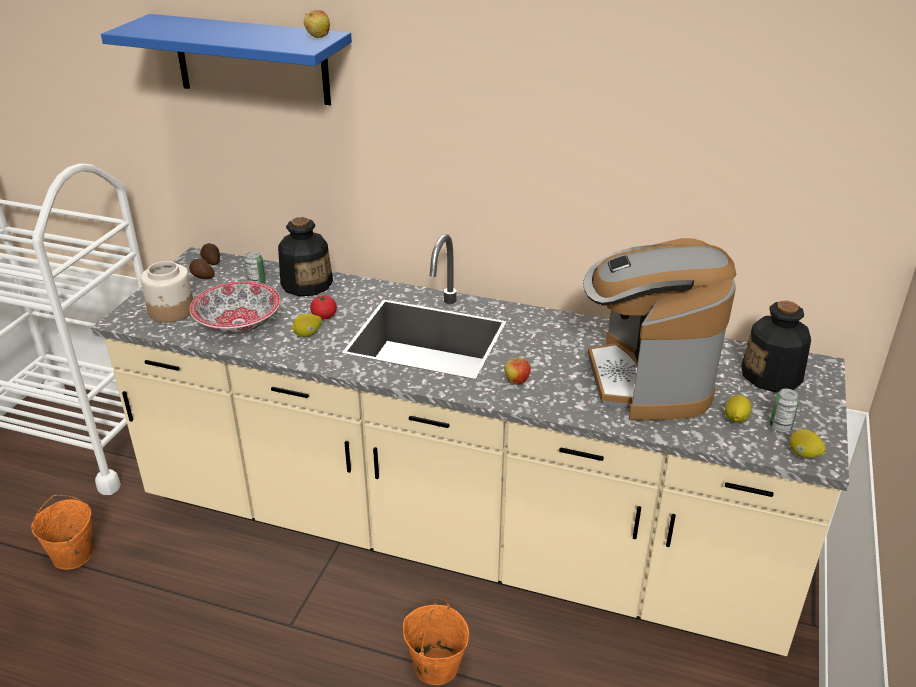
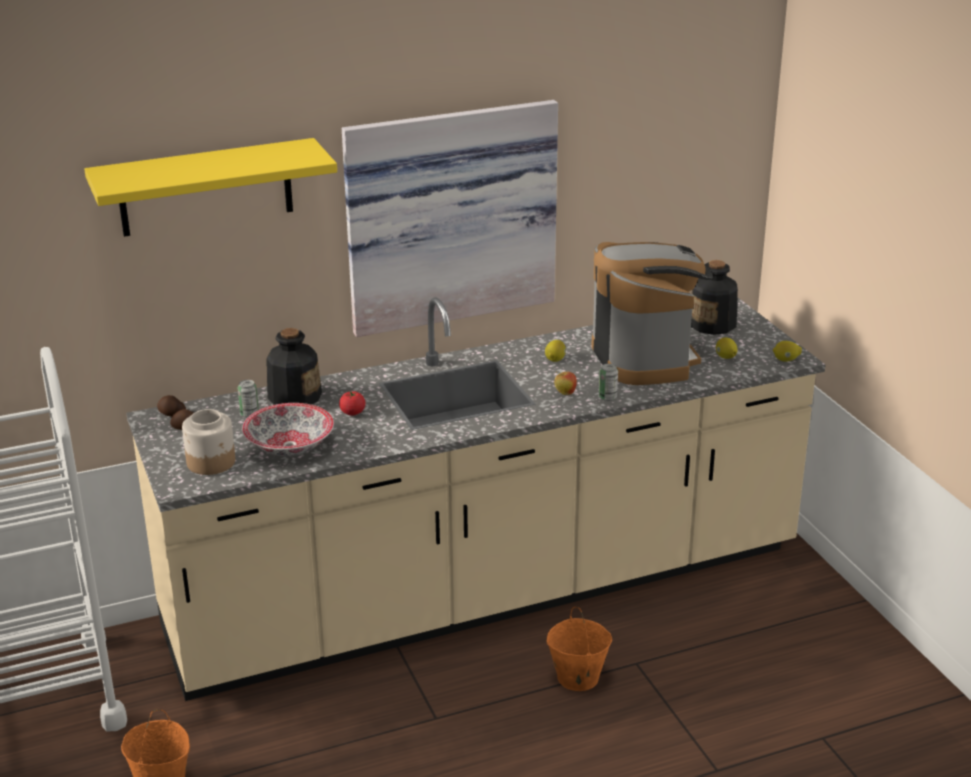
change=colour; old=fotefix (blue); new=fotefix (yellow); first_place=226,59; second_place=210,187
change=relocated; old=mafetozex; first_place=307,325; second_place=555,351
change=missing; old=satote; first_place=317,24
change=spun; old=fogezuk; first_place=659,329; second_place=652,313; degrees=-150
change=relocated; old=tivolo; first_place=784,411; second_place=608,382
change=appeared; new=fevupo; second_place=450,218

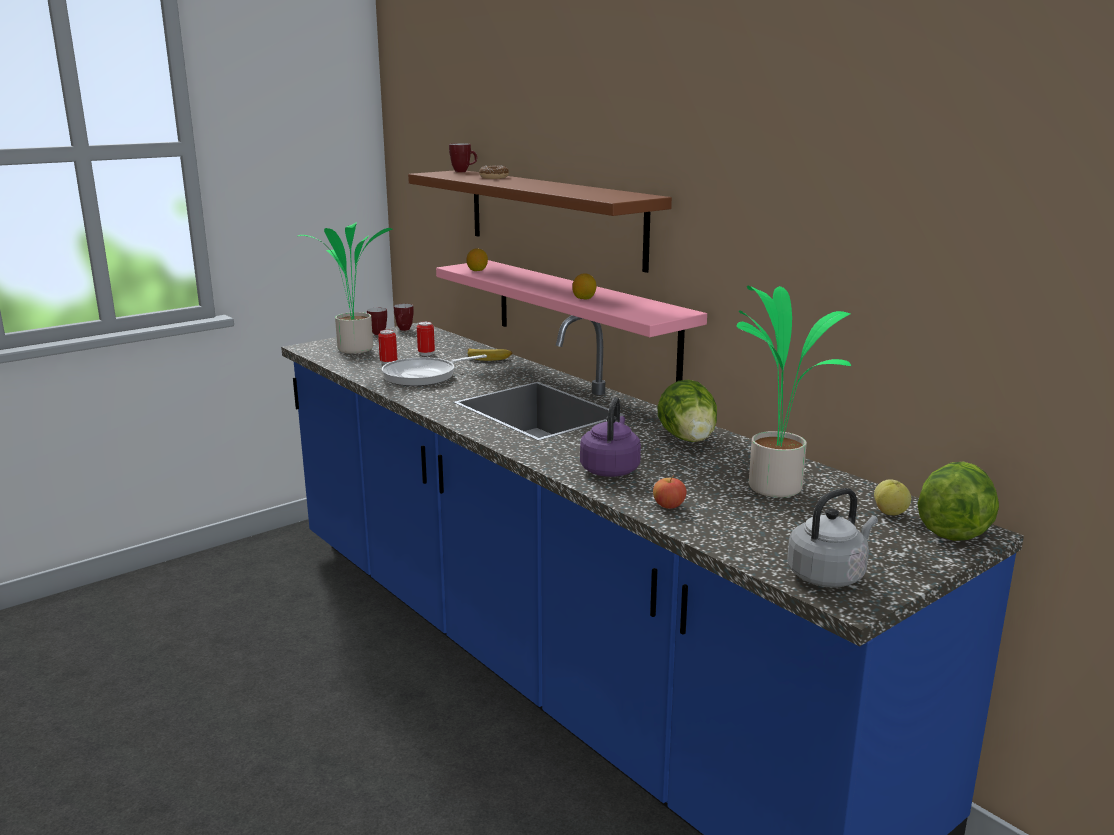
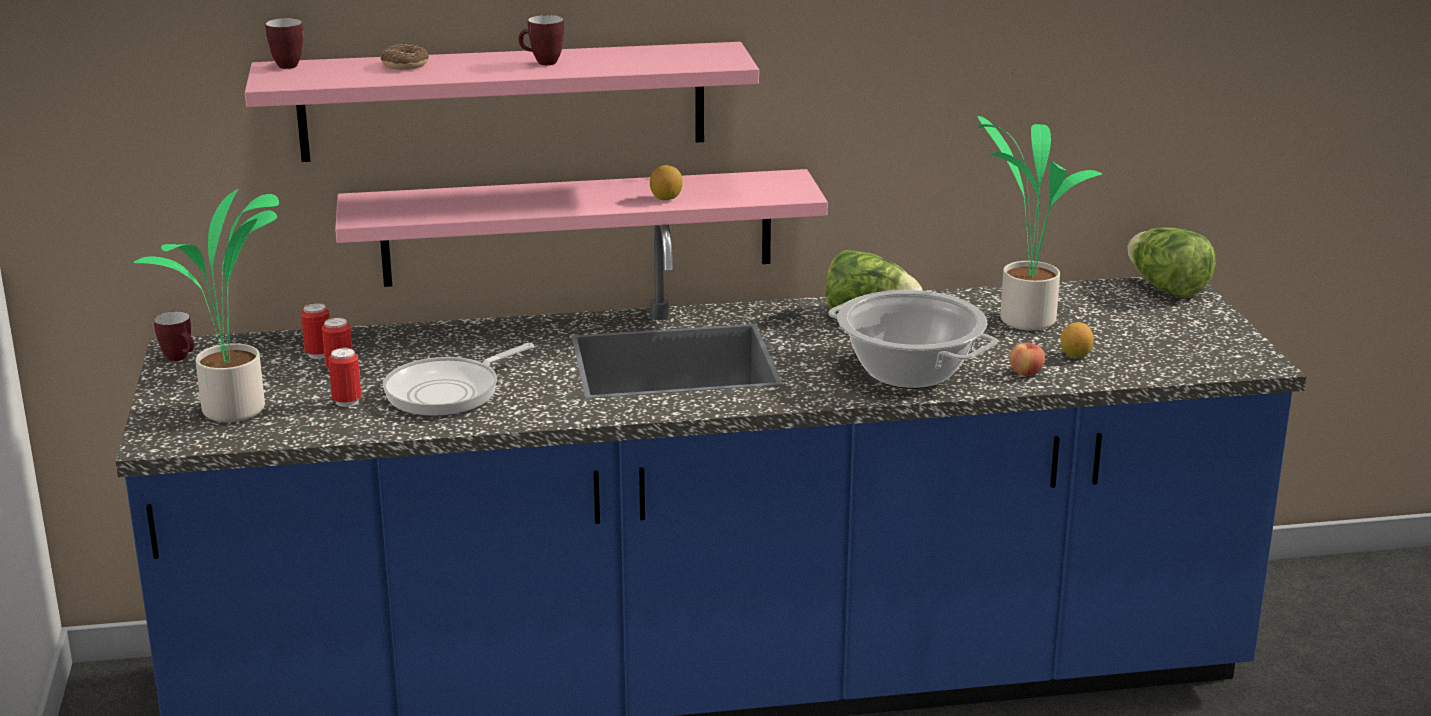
change=relocated; old=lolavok; first_place=377,321; second_place=541,40
change=spun; old=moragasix; first_place=434,370; second_place=458,379; degrees=45
change=colour; old=fotefix (brown); new=fotefix (pink); first_place=540,222; second_place=502,102
change=relocated; old=mafetozex; first_place=477,259; second_place=1077,340
change=missing; old=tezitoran; first_place=490,354
change=exchanged; old=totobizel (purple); new=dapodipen; first_place=610,437; second_place=913,339
change=missing; old=totobizel (grey); first_place=832,538
change=missing; old=satote; first_place=892,497
change=appeared; new=tivolo; second_place=315,331

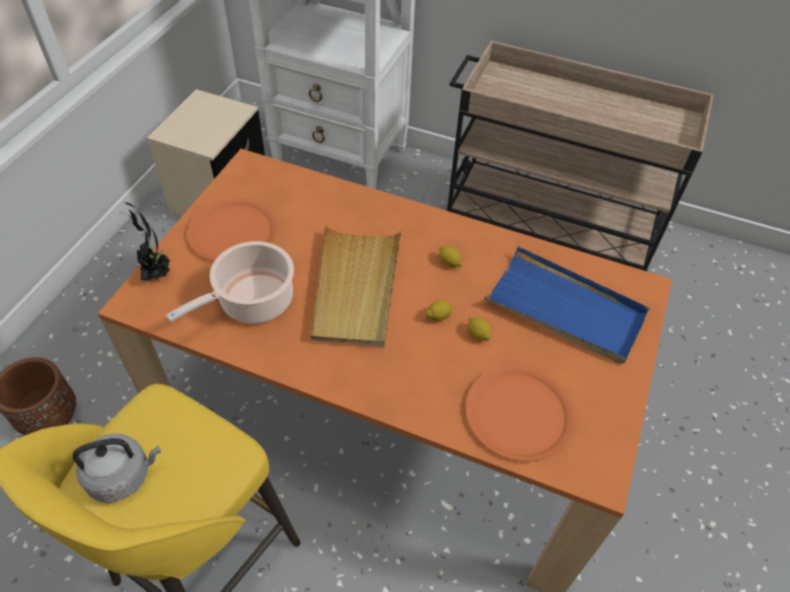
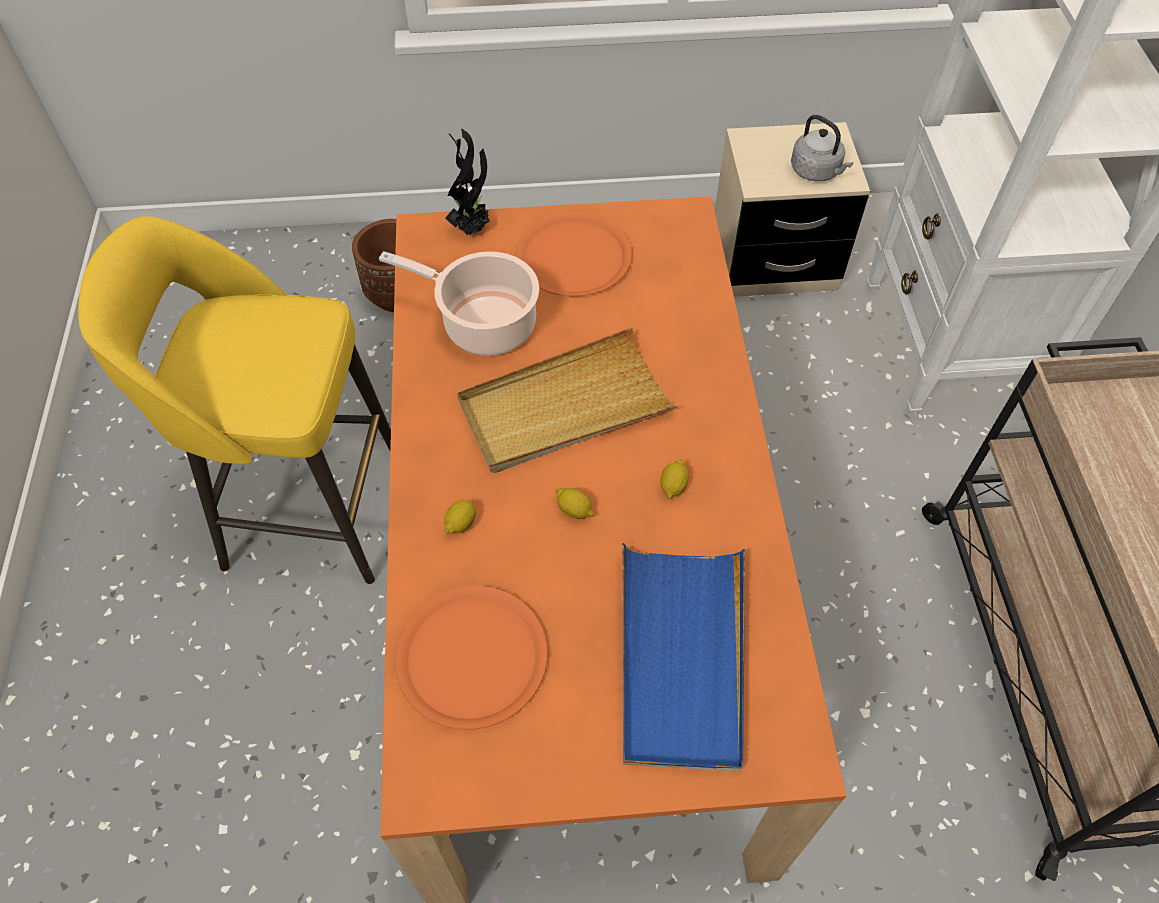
change=relocated; old=totobizel (grey); first_place=116,468; second_place=822,148
change=relocated; old=mafetozex; first_place=479,329; second_place=460,517

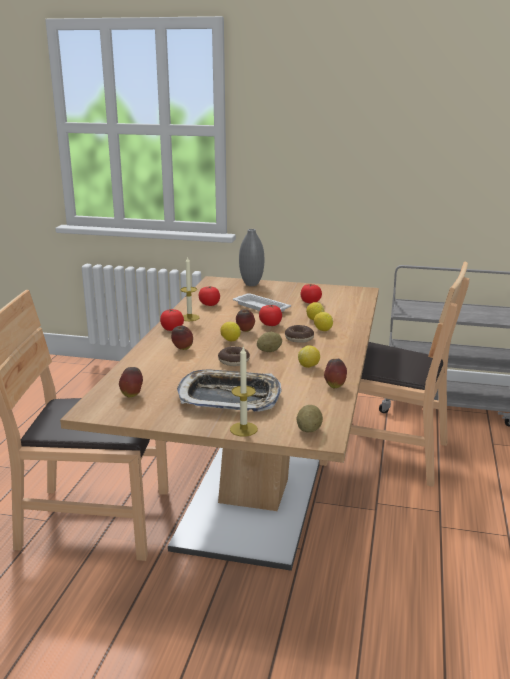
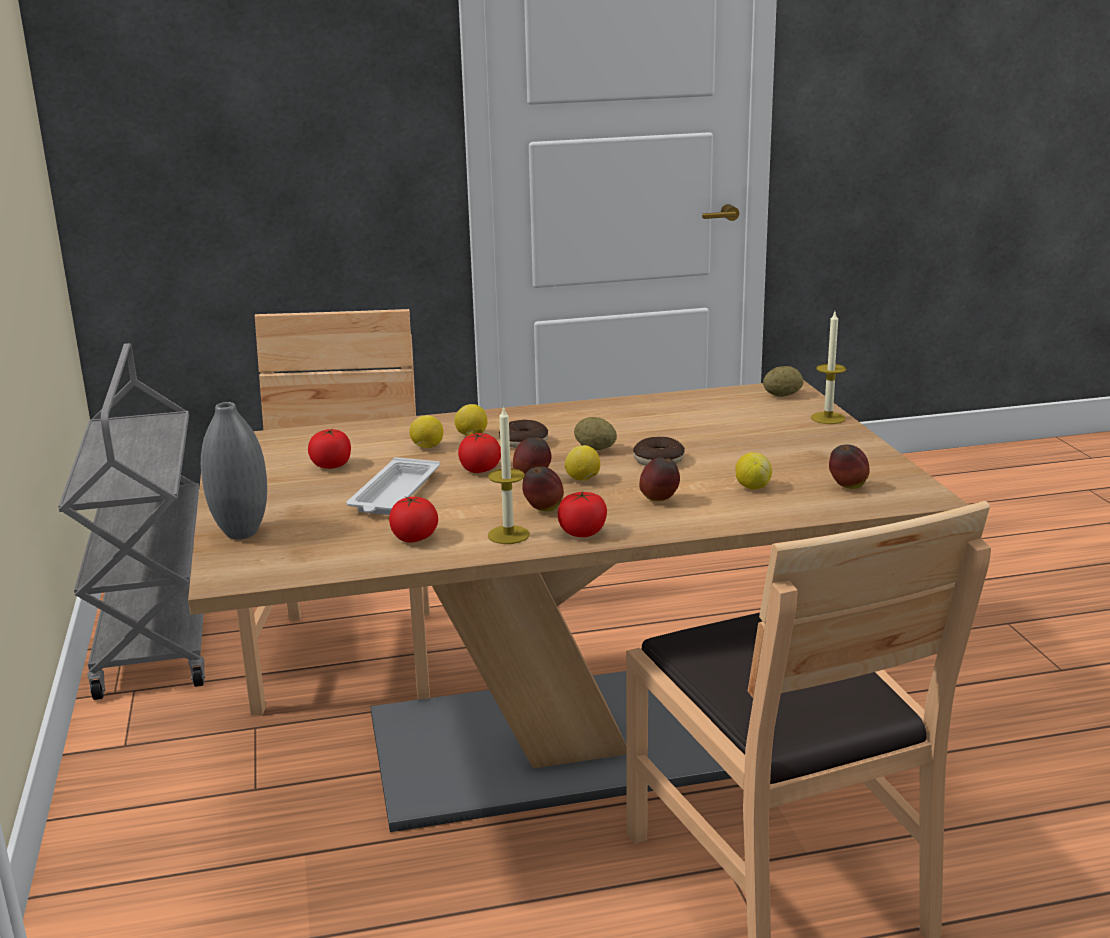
change=missing; old=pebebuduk; first_place=229,390
change=relocated; old=mafetozex; first_place=309,357; second_place=753,471
change=relocated; old=satote; first_place=335,373; second_place=543,488

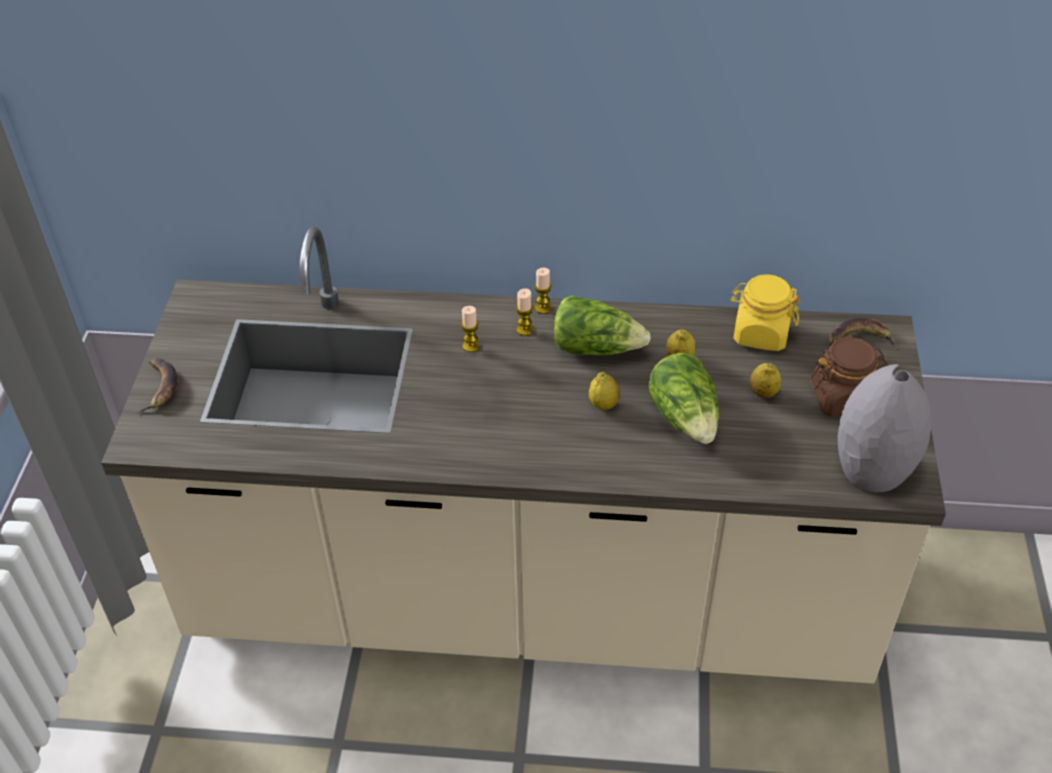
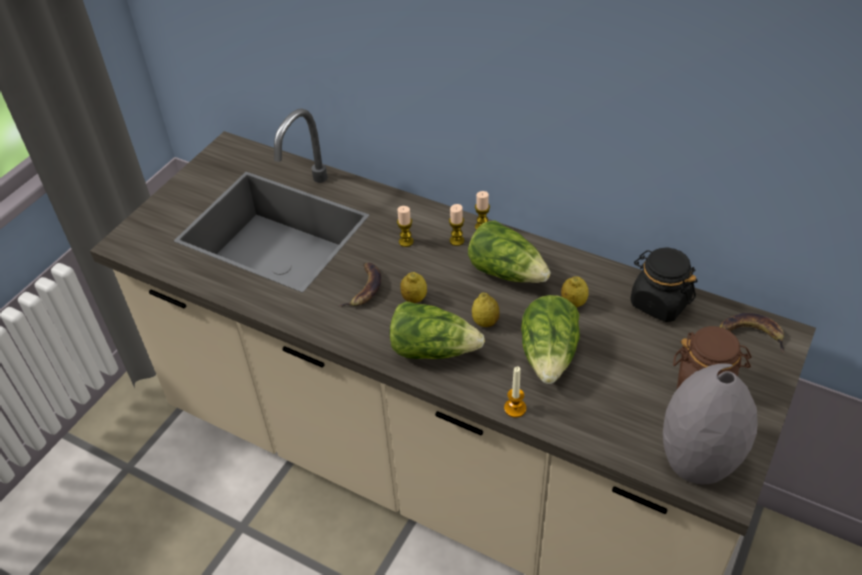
change=relocated; old=tezitoran; first_place=157,385; second_place=359,284
change=colour; old=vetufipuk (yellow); new=vetufipuk (black); first_place=765,312; second_place=663,285
change=relocated; old=mafetozex; first_place=765,380; second_place=413,287
change=appeared; new=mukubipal; second_place=437,330
change=appeared; new=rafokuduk; second_place=515,392

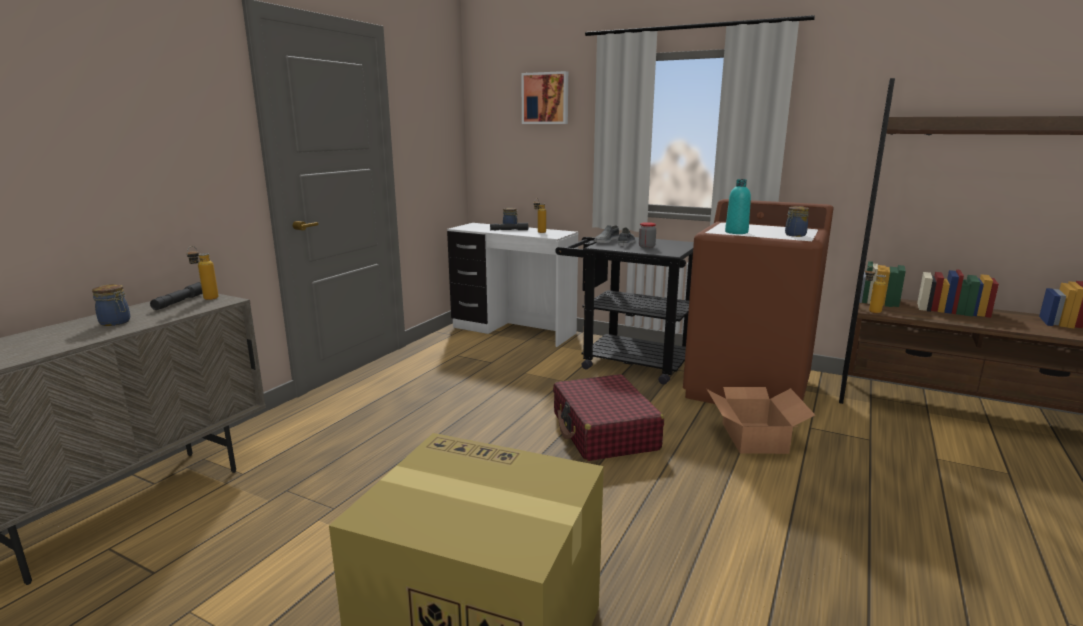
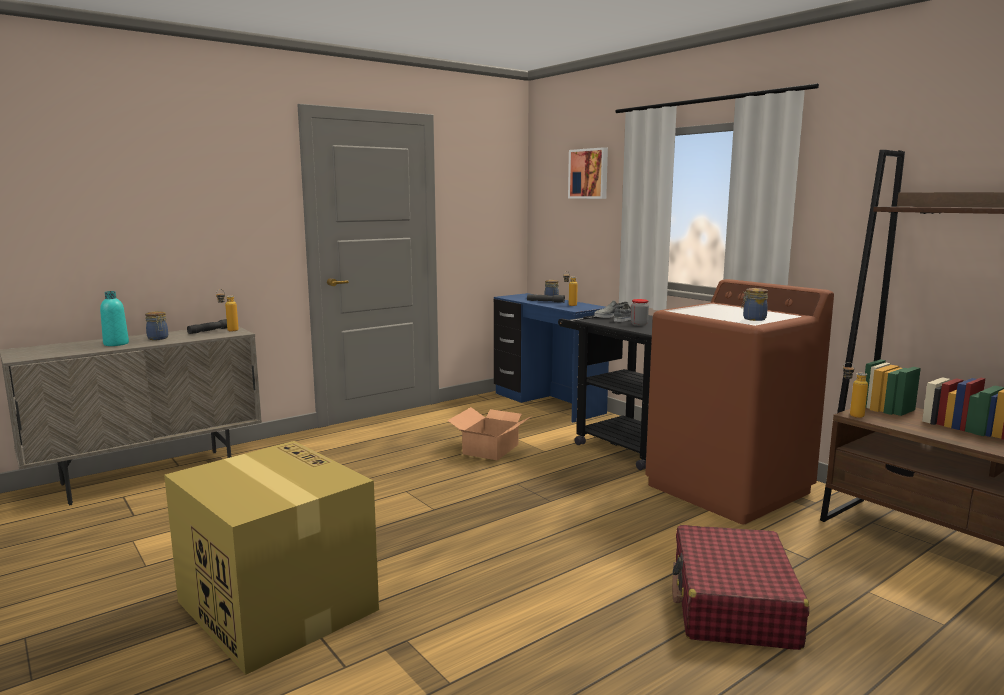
change=colour; old=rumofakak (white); new=rumofakak (blue); first_place=512,285; second_place=551,358
change=relocated; old=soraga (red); first_place=608,417; second_place=740,587
change=relocated; old=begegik; first_place=761,420; second_place=489,434
change=relocated; old=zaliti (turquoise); first_place=738,206; second_place=114,318

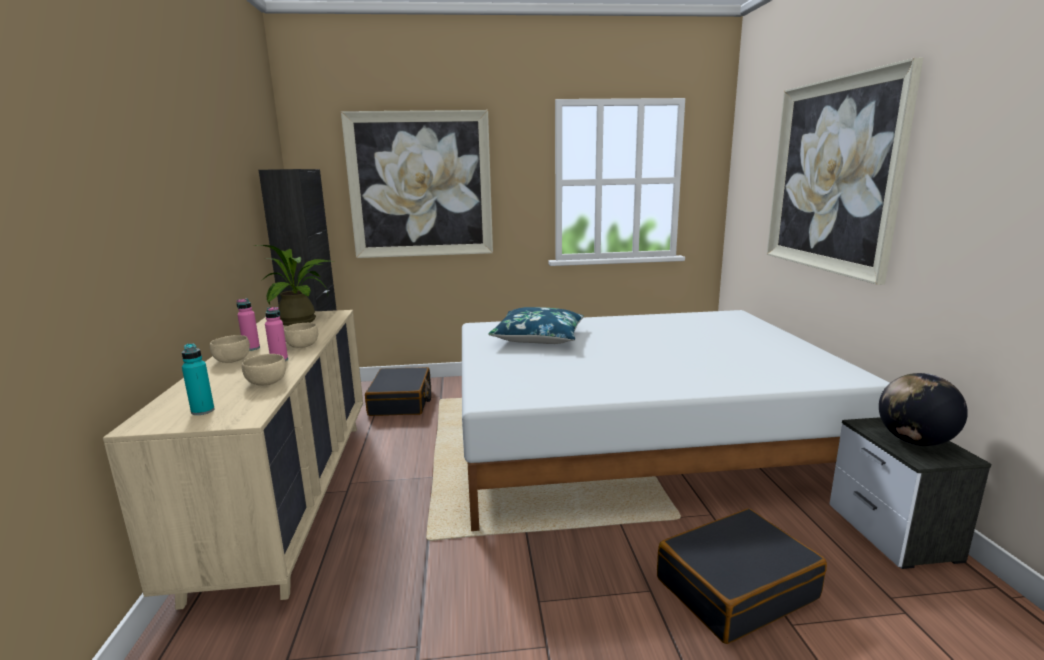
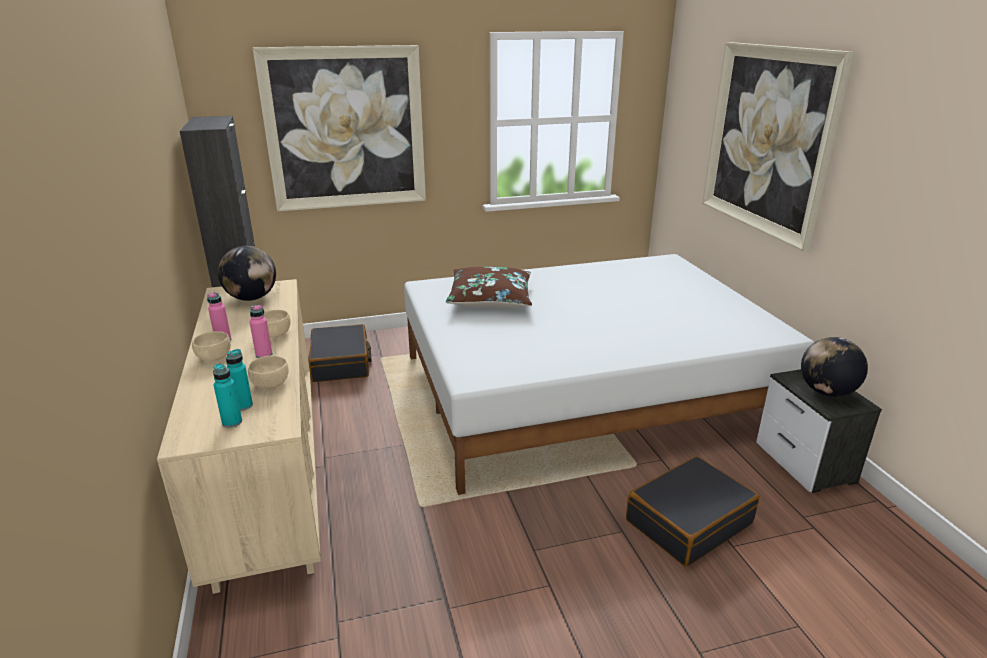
change=exchanged; old=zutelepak; new=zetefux; first_place=293,285; second_place=247,273
change=colour; old=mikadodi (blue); new=mikadodi (brown); first_place=536,325; second_place=489,287
change=appeared; new=zaliti (turquoise); second_place=239,380

